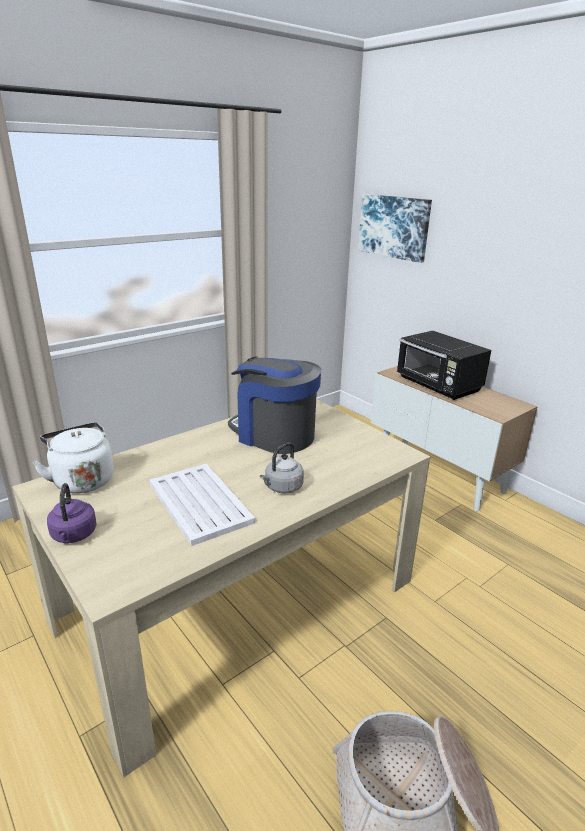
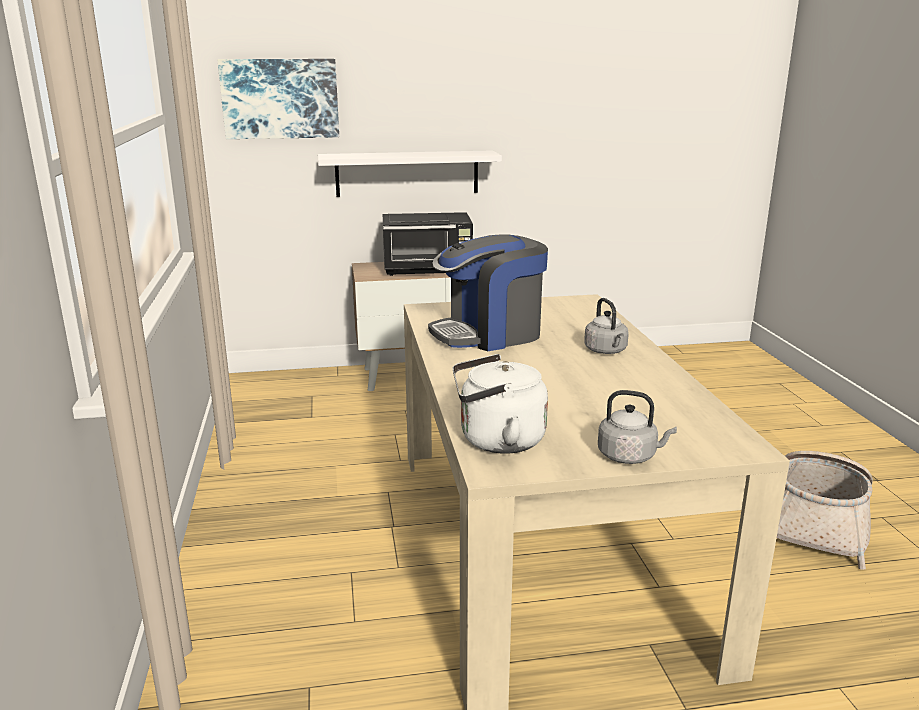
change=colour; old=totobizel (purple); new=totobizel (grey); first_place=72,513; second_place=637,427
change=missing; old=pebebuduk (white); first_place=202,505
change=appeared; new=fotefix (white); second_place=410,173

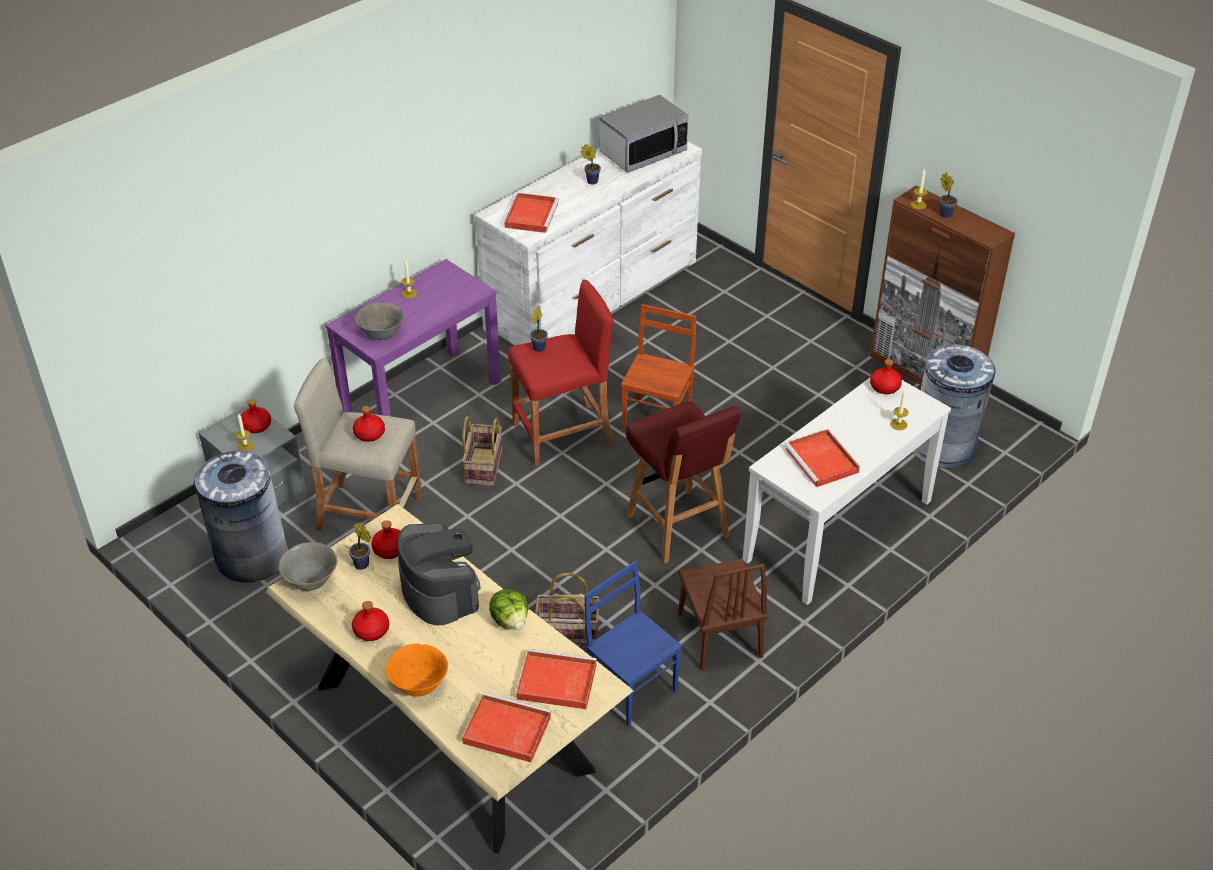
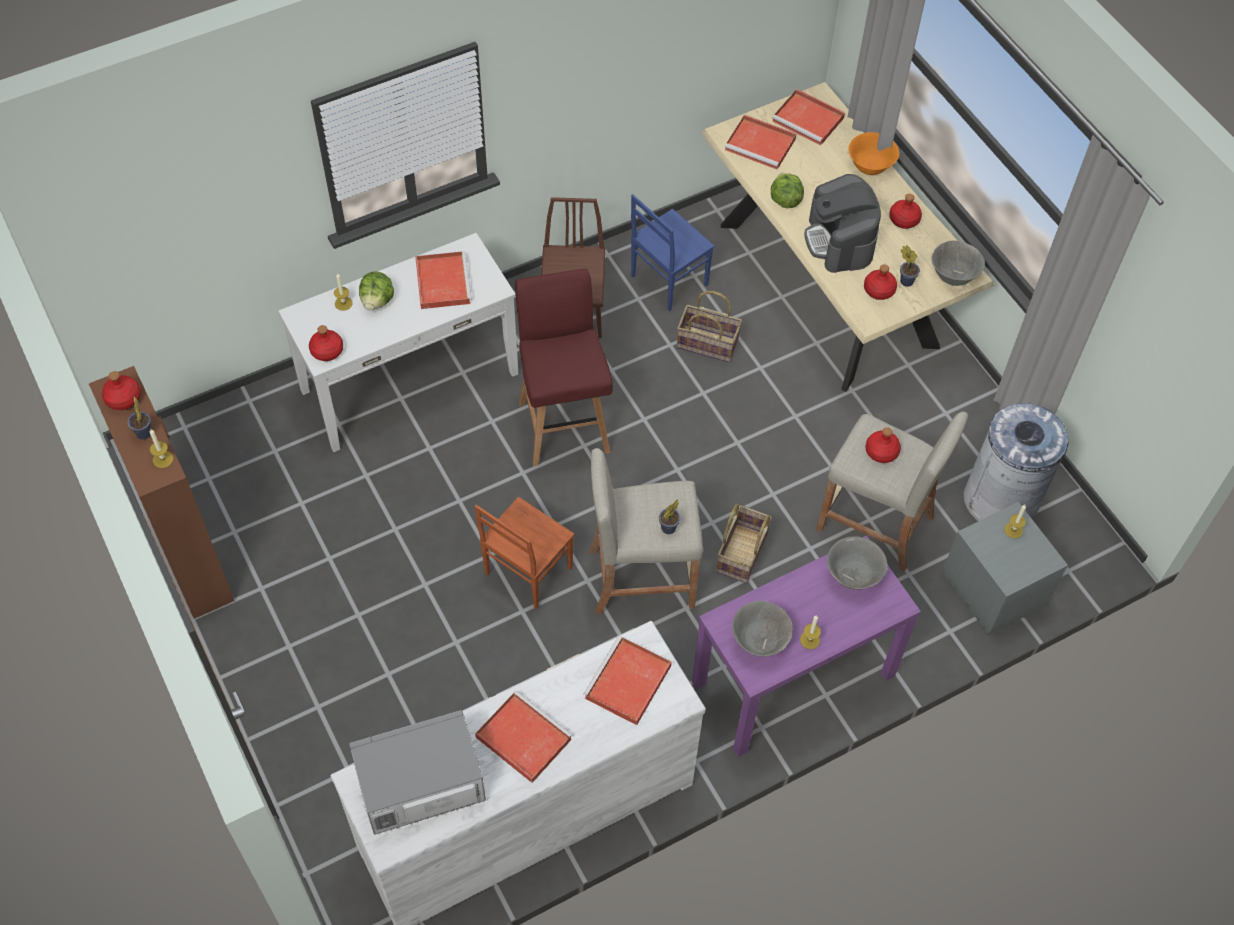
change=relocated; old=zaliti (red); first_place=256,416; second_place=121,390
change=colour; old=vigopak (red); new=vigopak (beige); first_place=561,372; second_place=646,531
change=exchanged; old=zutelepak; new=pebebuduk (red); first_place=590,164; second_place=524,737
change=spun; old=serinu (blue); first_place=633,643; second_place=672,252; degrees=75
change=missing; old=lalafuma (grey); first_place=954,406
change=appeared; new=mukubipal; second_place=376,291
change=appeared; new=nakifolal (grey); second_place=763,629

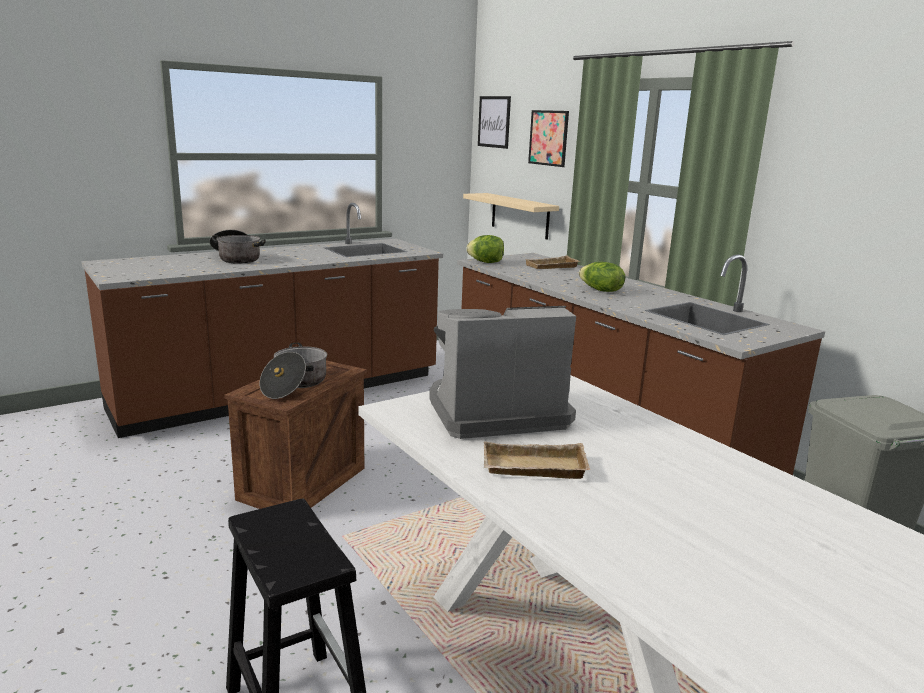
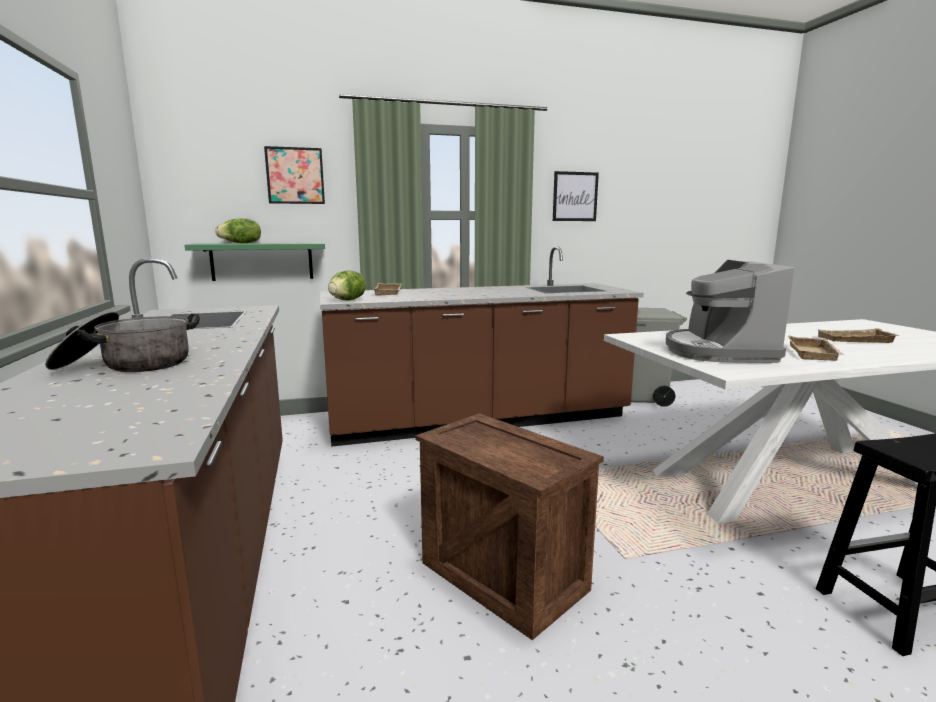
change=missing; old=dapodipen; first_place=293,371
change=colour; old=fotefix (beige); new=fotefix (green); first_place=511,216; second_place=255,262
change=relocated; old=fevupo; first_place=494,122; second_place=576,196
change=relocated; old=mukubipal; first_place=602,277; second_place=238,230
change=appeared; new=pebebuduk (beige); second_place=858,335

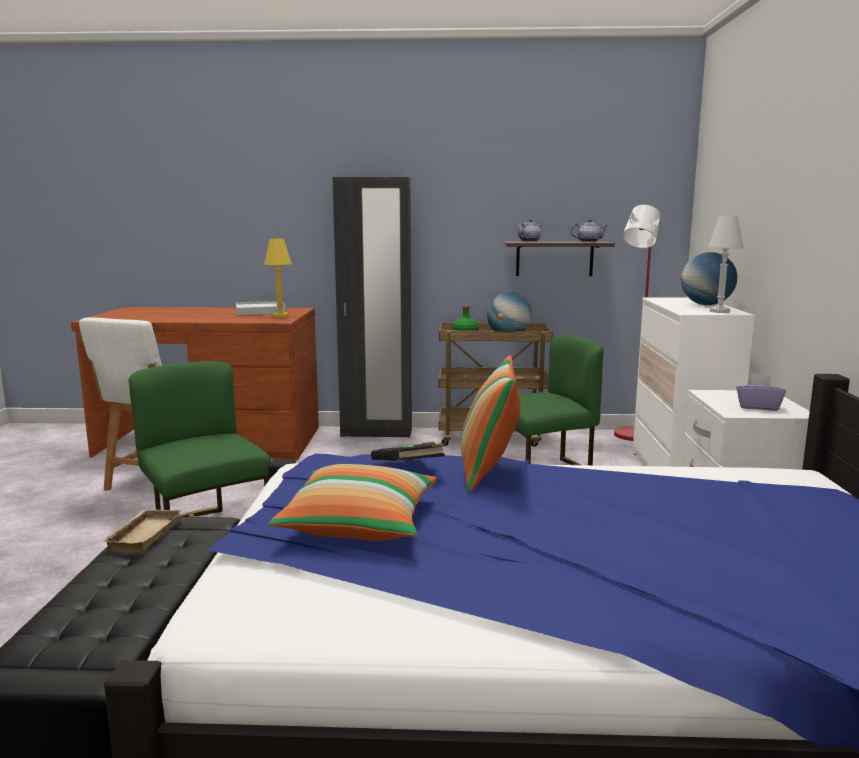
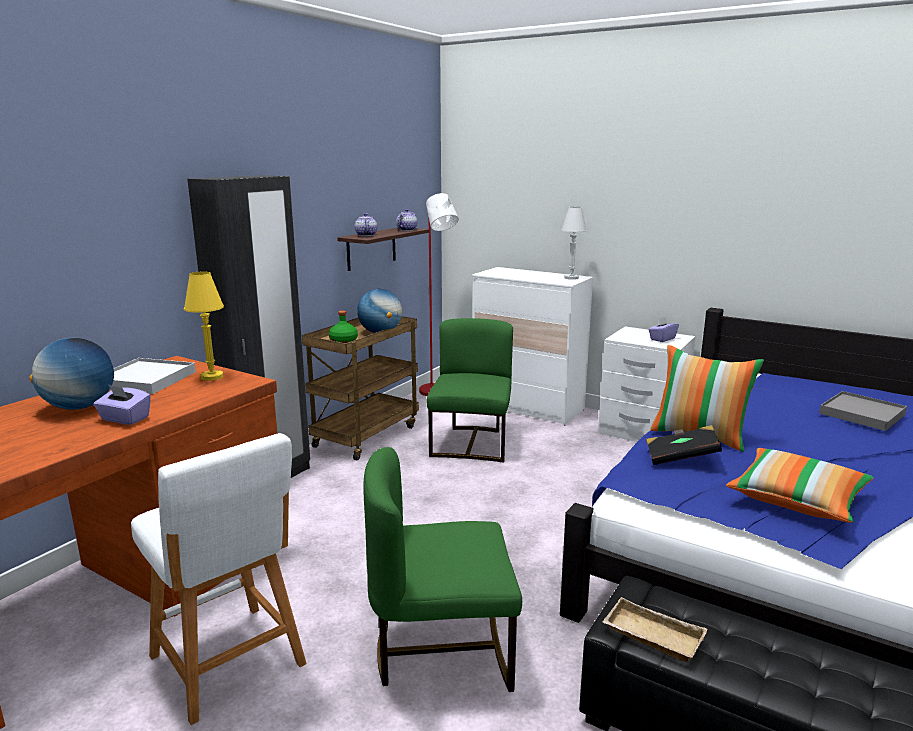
change=relocated; old=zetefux; first_place=708,278; second_place=71,374
change=appeared; new=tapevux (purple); second_place=122,405
change=appeared; new=pebebuduk (grey); second_place=863,411

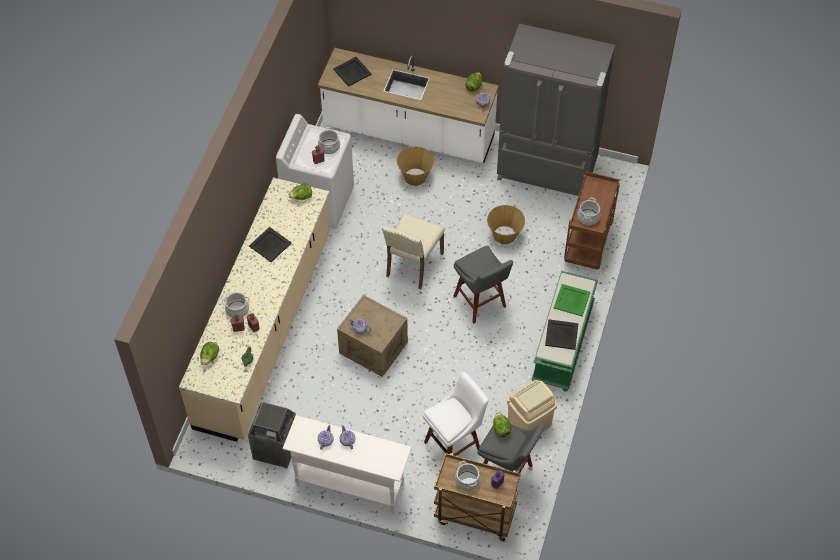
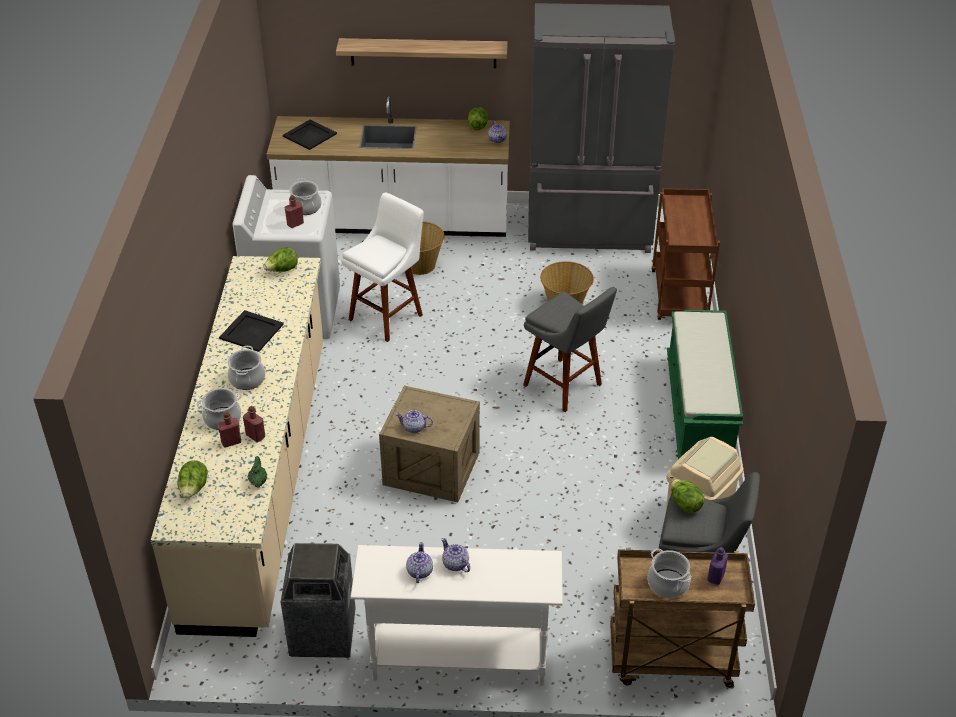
change=missing; old=serinu (beige); first_place=413,251
change=relocated; old=vigopak (white); first_place=455,414; second_place=383,267
change=missing; old=pebebuduk (black); first_place=562,334
change=missing; old=pebebuduk (green); first_place=572,300
change=relocated; old=dapodipen; first_place=588,211; second_place=246,368
change=appeared; new=fotefix; second_place=422,53

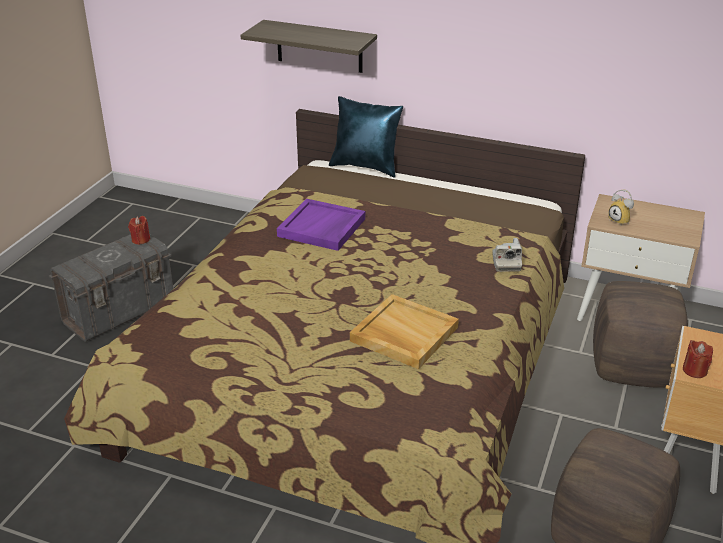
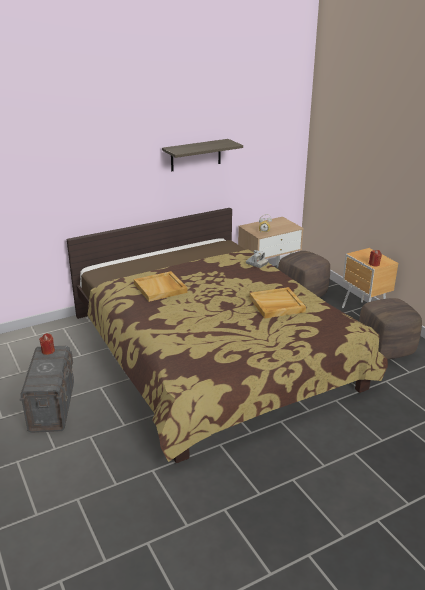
change=relocated; old=fotefix; first_place=308,46; second_place=202,155
change=colour; old=pebebuduk (purple); new=pebebuduk (beige); first_place=321,225; second_place=161,286
change=missing; old=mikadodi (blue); first_place=366,137

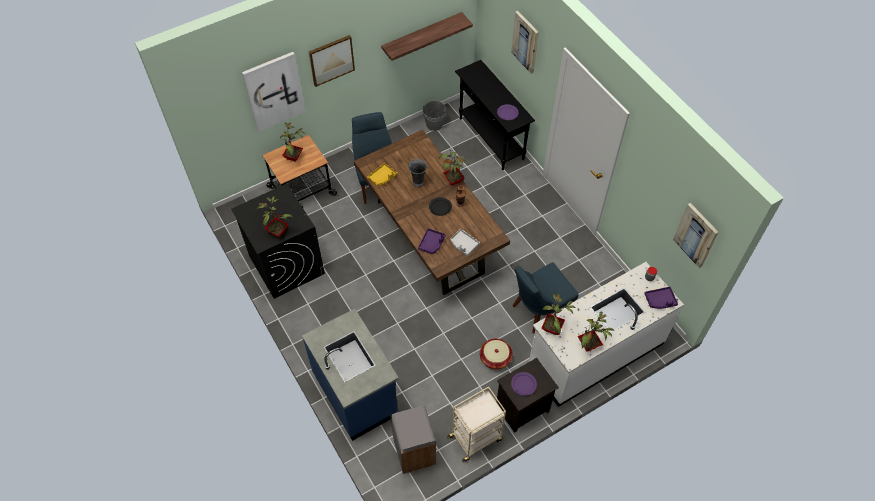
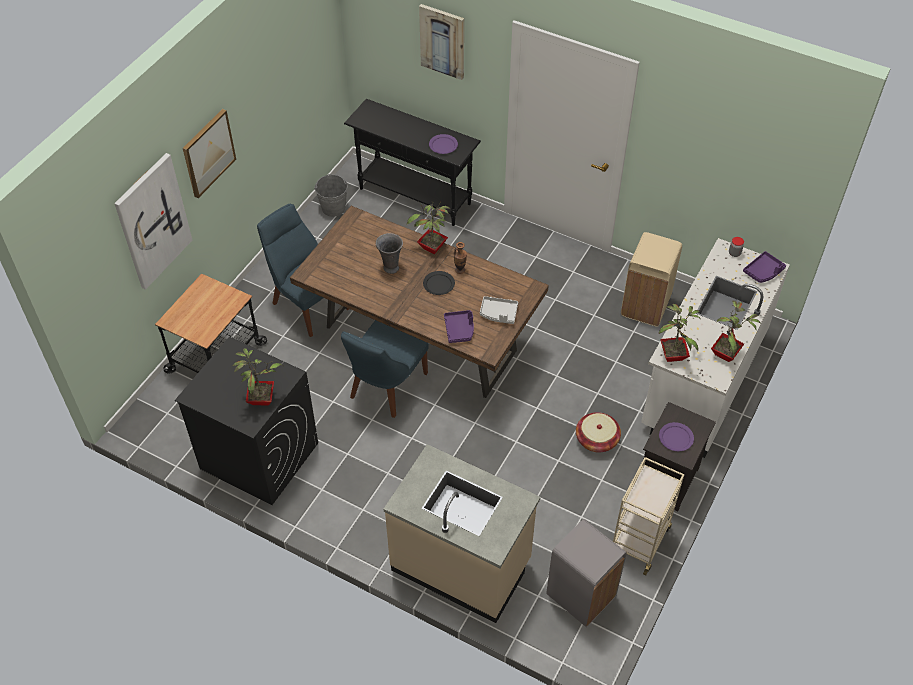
change=missing; old=zutelepak; first_place=292,142
change=colour; old=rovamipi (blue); new=rovamipi (beige); first_place=350,375; second_place=462,533
change=missing; old=pebebuduk (yellow); first_place=382,174
change=missing; old=fotefix; first_place=427,36
change=relocated; old=serinu (blue); first_place=545,298; second_place=385,369
change=missing; old=fevupo; first_place=696,235
change=appeared; new=lalafuma (beige); second_place=651,279

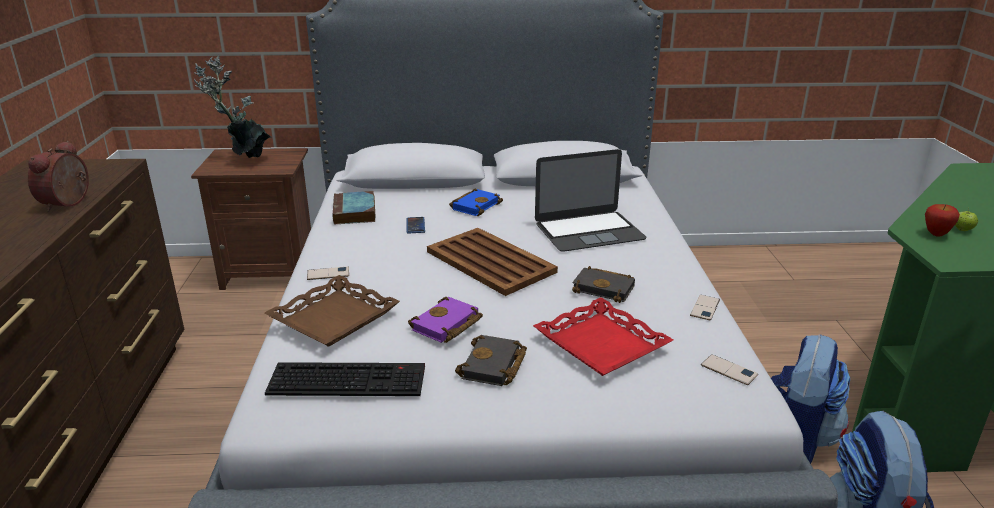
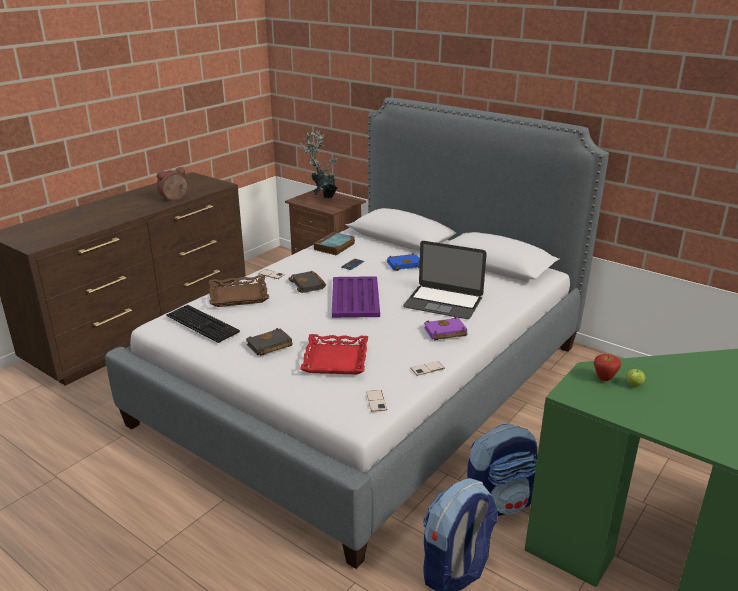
change=relocated; old=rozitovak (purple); first_place=445,320; second_place=445,328
change=colour; old=pebebuduk (brown); new=pebebuduk (purple); first_place=492,262; second_place=356,297
change=relocated; old=rozitovak (black); first_place=603,284; second_place=307,282

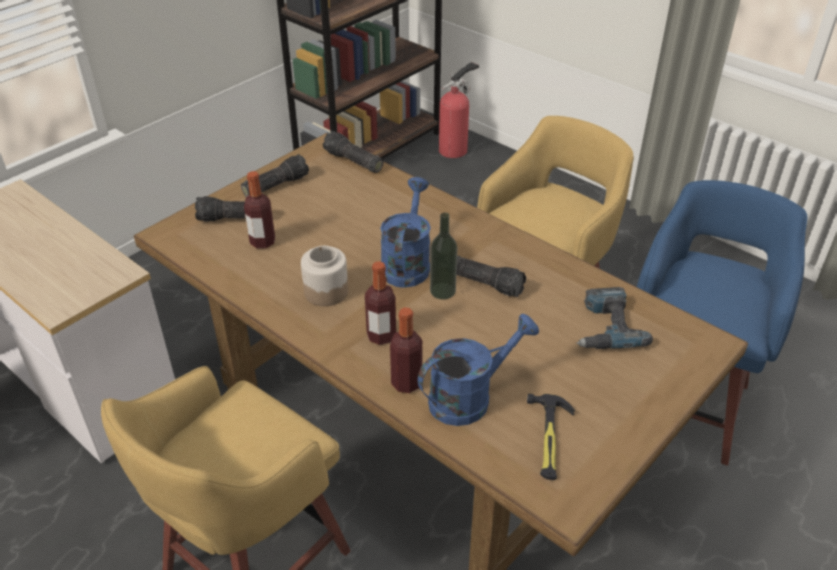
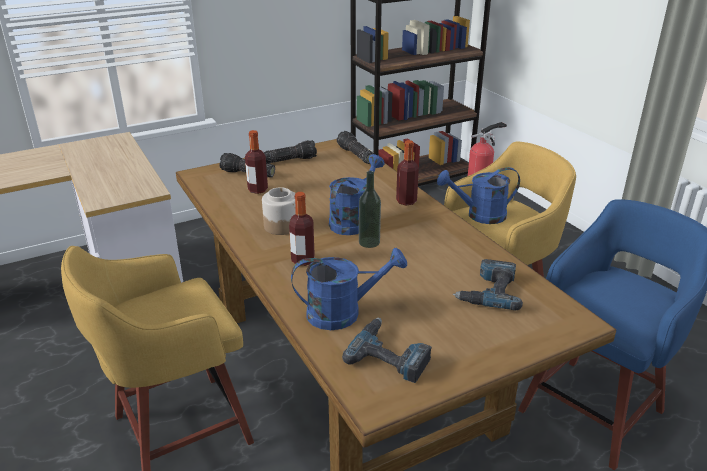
change=relocated; old=zaliti; first_place=406,350; second_place=407,172
change=missing; old=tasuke; first_place=491,276
change=exchanged; old=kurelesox; new=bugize; first_place=551,437; second_place=387,350
change=appeared; new=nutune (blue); second_place=478,195

